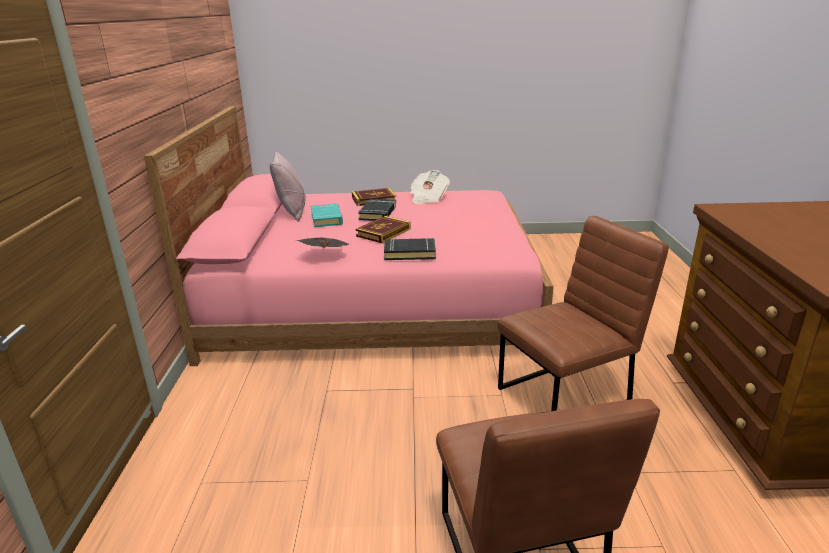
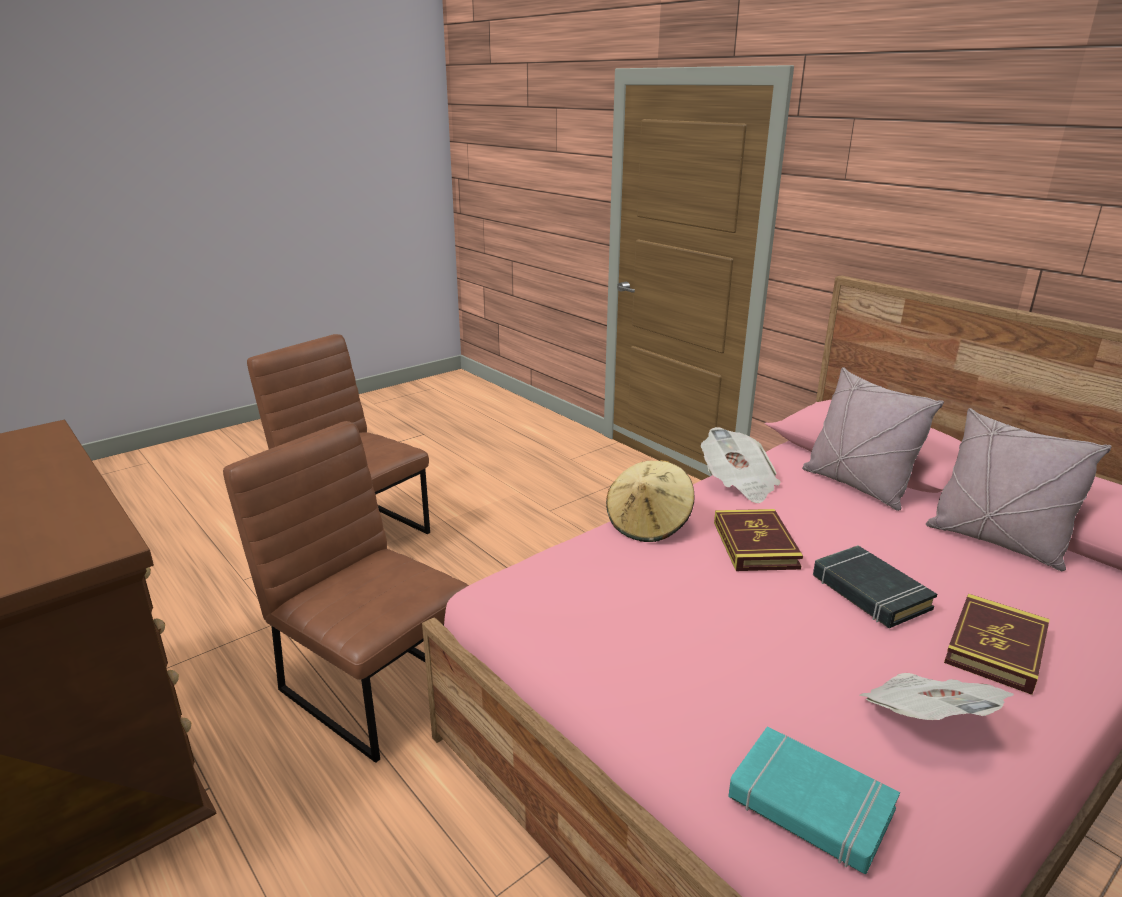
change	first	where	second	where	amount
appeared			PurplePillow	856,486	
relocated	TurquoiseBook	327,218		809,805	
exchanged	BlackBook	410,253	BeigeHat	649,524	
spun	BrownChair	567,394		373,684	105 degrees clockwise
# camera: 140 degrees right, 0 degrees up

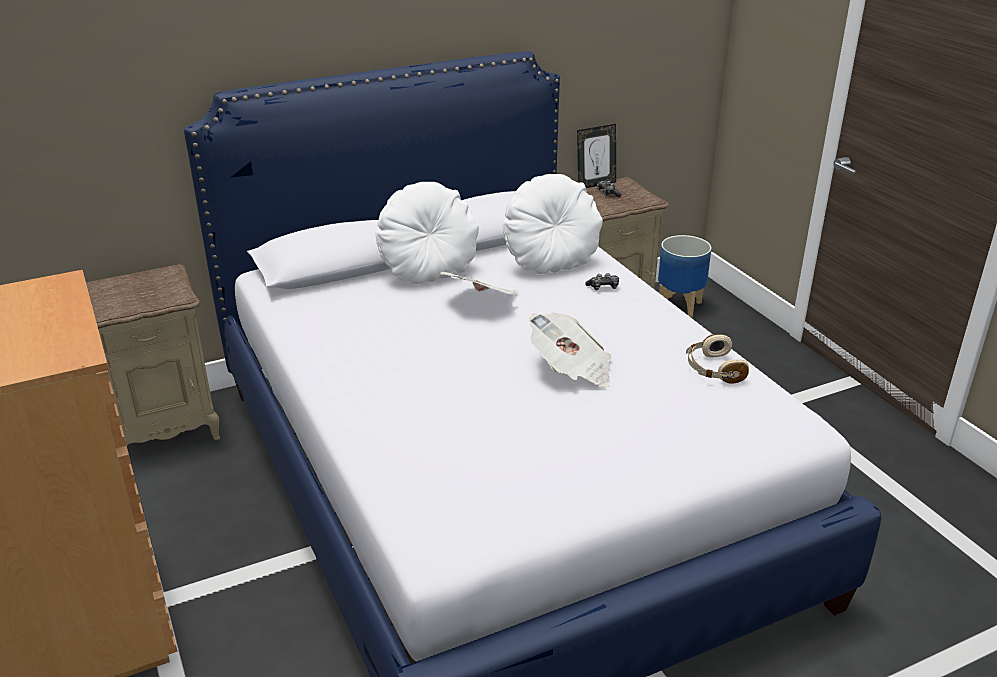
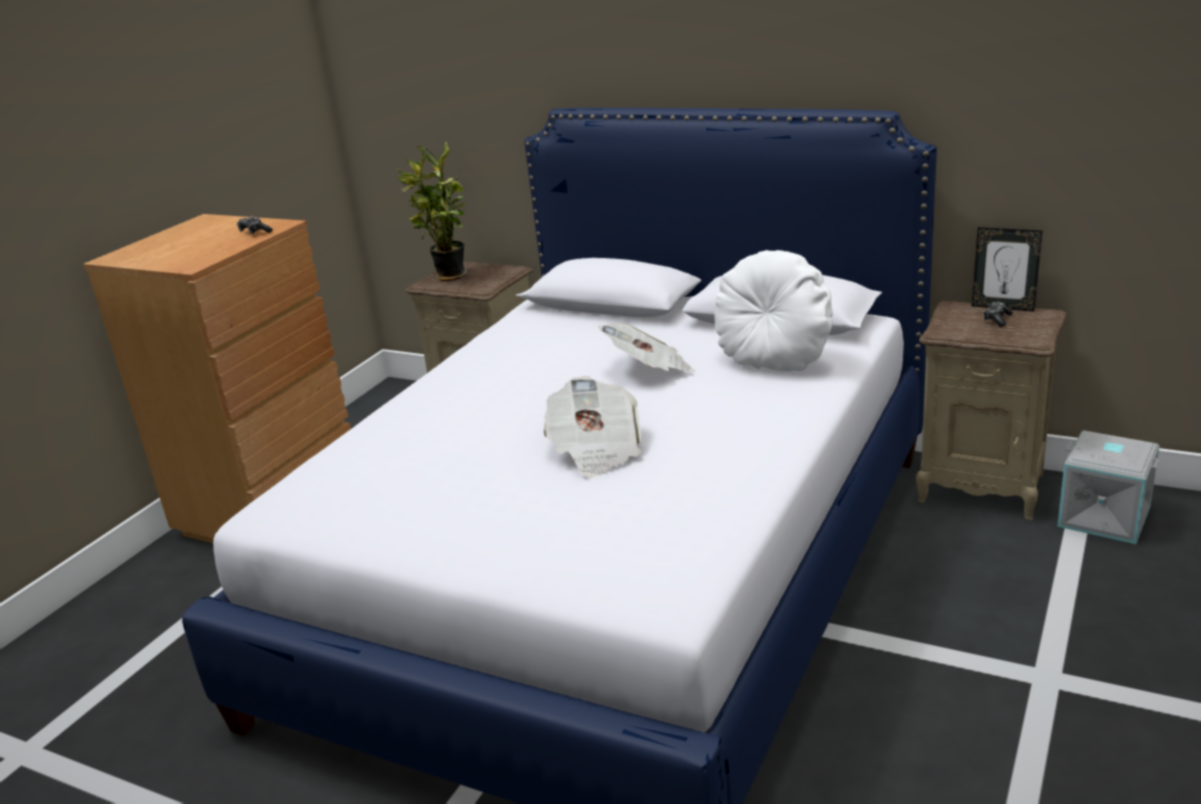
change	first	where	second	where	amount
missing	WhitePillow	429,274			
missing	BeigeHeadphones	713,369			
appeared			PottedPlant	448,277	
relocated	GameController	603,287		254,232	
exchanged	Planter	679,305	GreyStorageBox	1105,516	
# camera: 55 degrees right, 5 degrees down

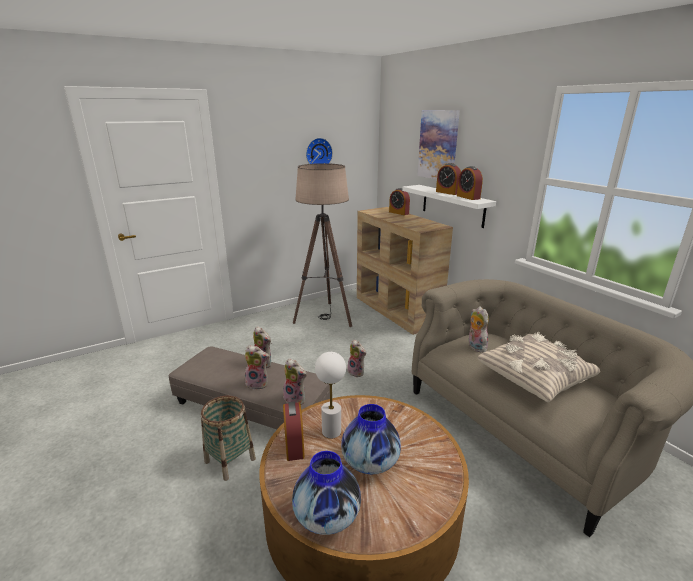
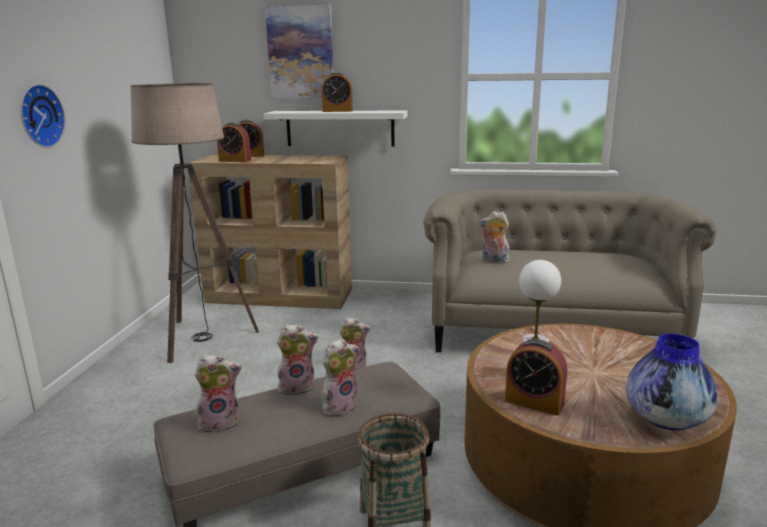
change	first	where	second	where	amount
missing	Vase	370,462			
missing	BeigePillow	534,379			
relocated	PlushToy	296,399		220,422	
relocated	WallClock	318,153		39,116	
relocated	AlarmClock	468,197		235,160	
# camera: 50 degrees left, 5 degrees down

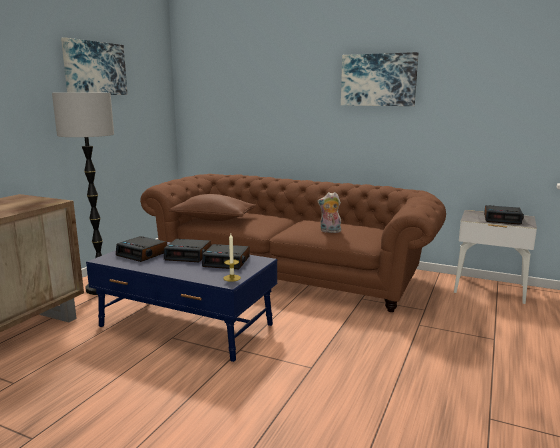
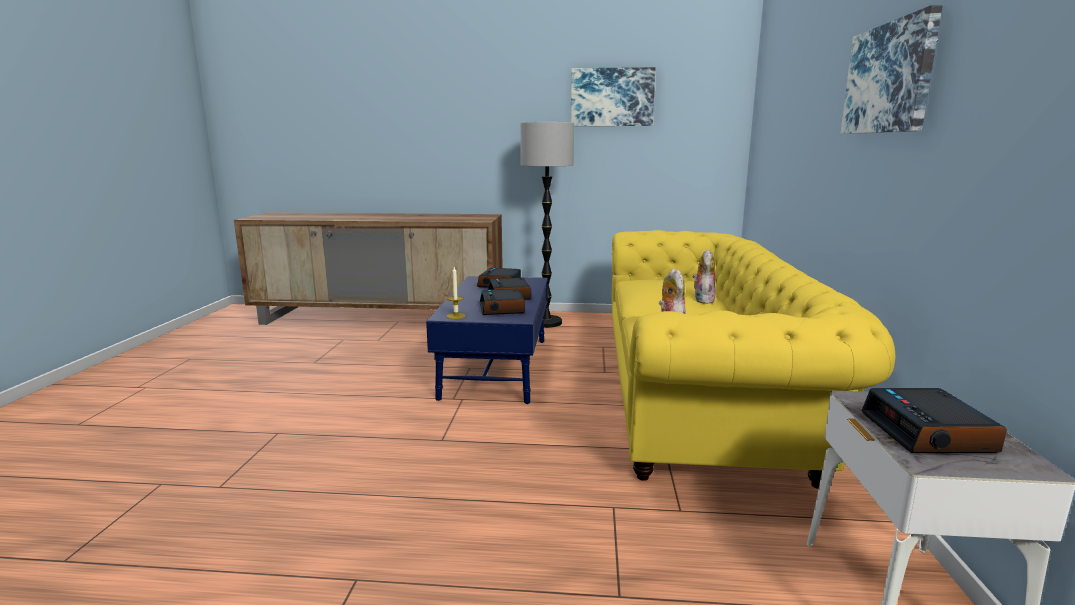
change	first	where	second	where	amount
missing	BrownPillow	213,219			
appeared			PlushToy	702,300	
colour	BrownSofa	291,271	YellowSofa	702,389	
# camera: 70 degrees right, 0 degrees up

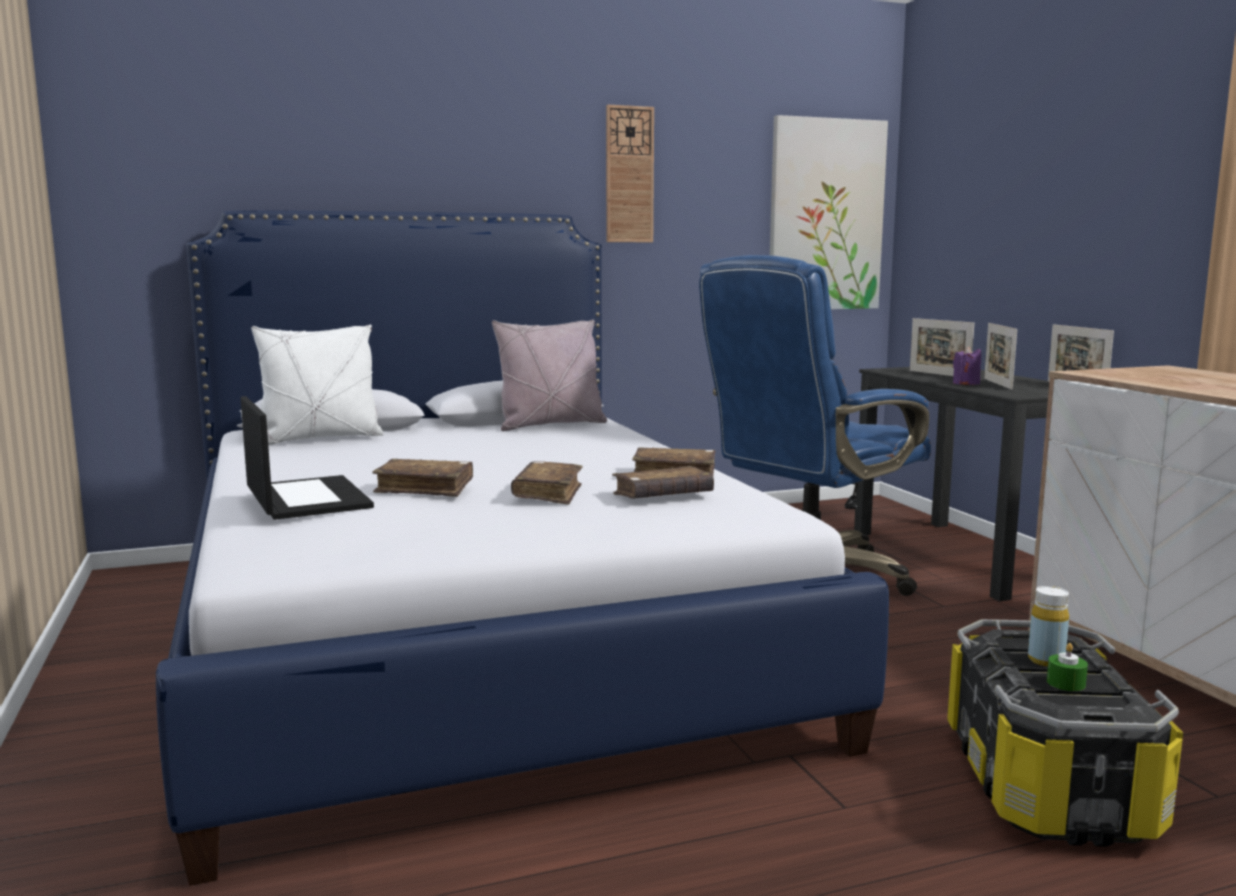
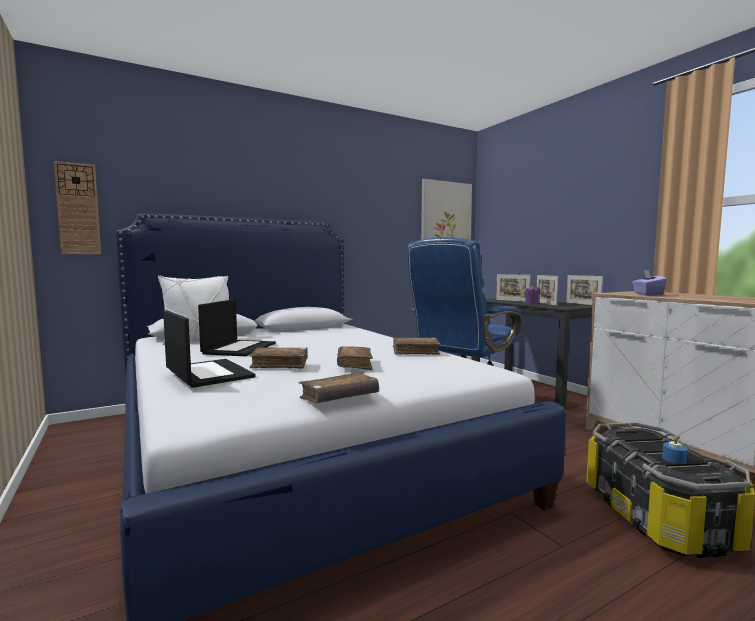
change	first	where	second	where	amount
missing	PurplePillow	550,425			
missing	YellowBottle	1046,660			
appeared			Laptop	239,348	
appeared			PurpleTissueBox	647,294	
relocated	WallClock	629,175		78,209	
relocated	BrownBook	663,496		339,398	
colour	GreenCandle	1066,683	BlueCandle	674,459	
# camera: 10 degrees left, 5 degrees down

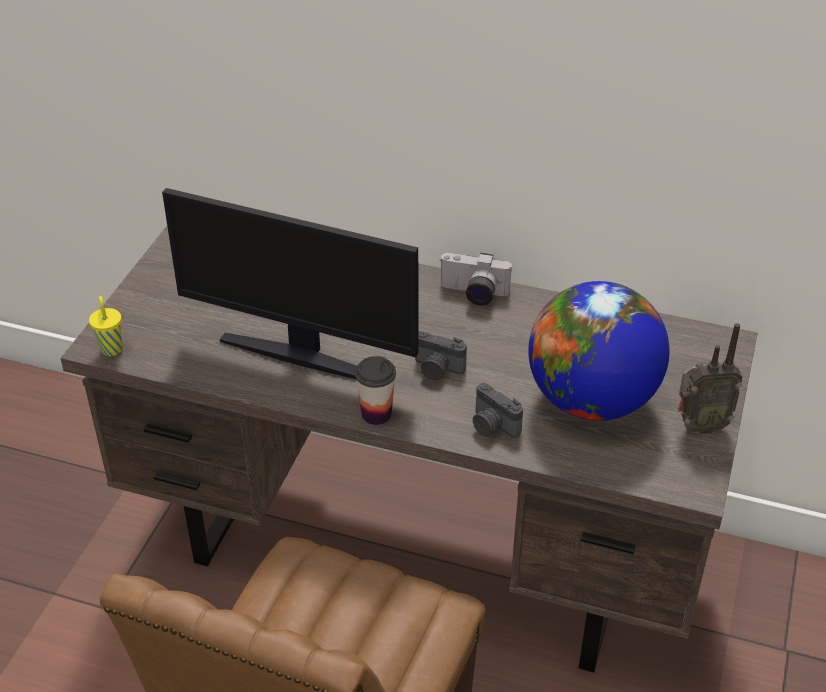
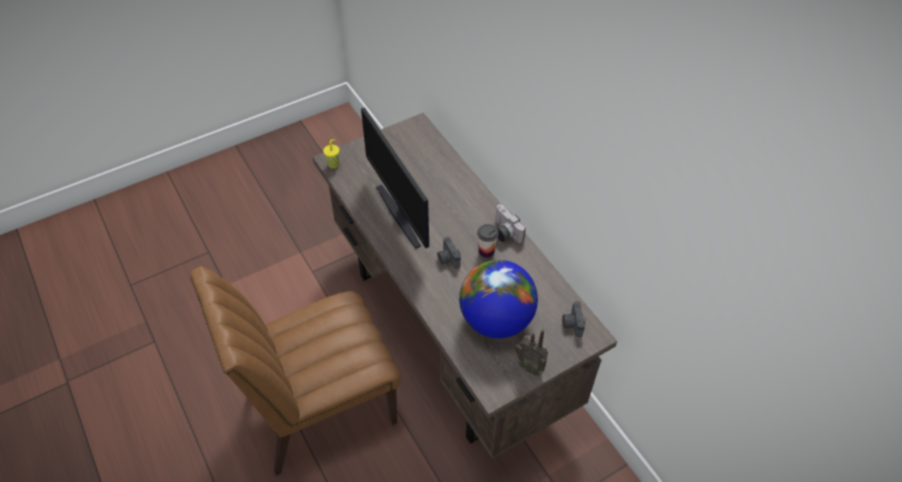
change	first	where	second	where	amount
relocated	Cup	376,414		486,251	
relocated	PhotoCamera	492,426		572,324	
# camera: 40 degrees right, 10 degrees up

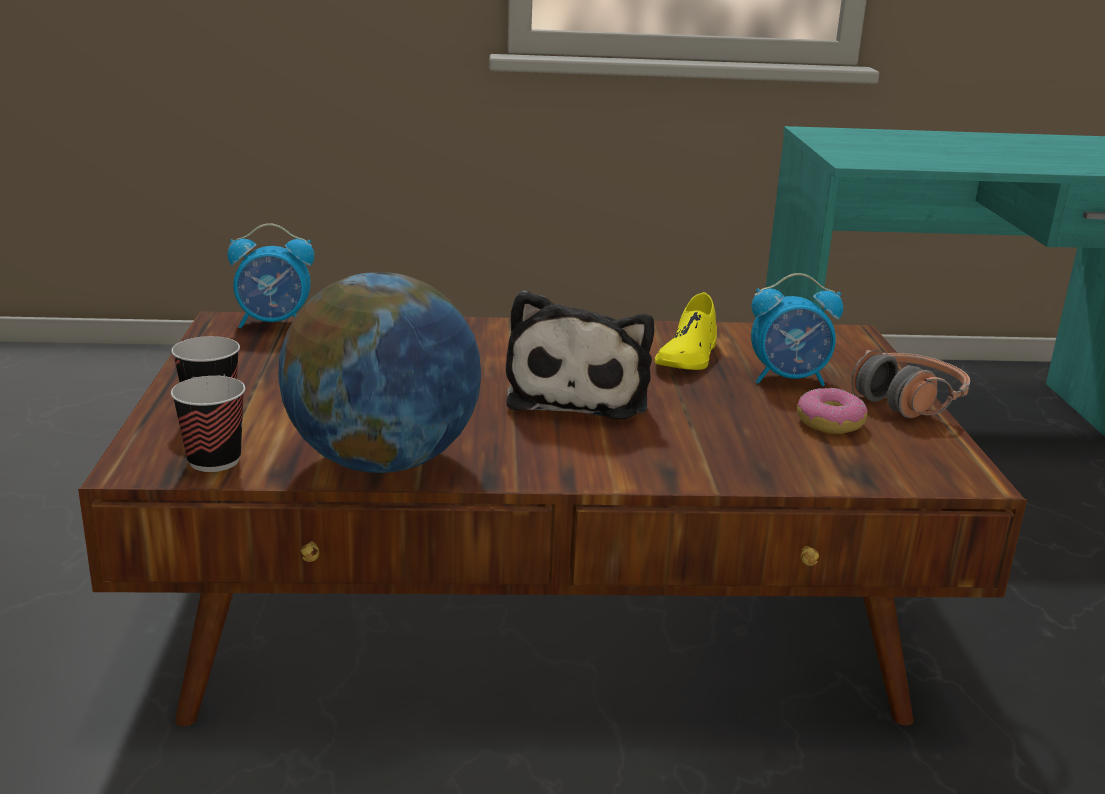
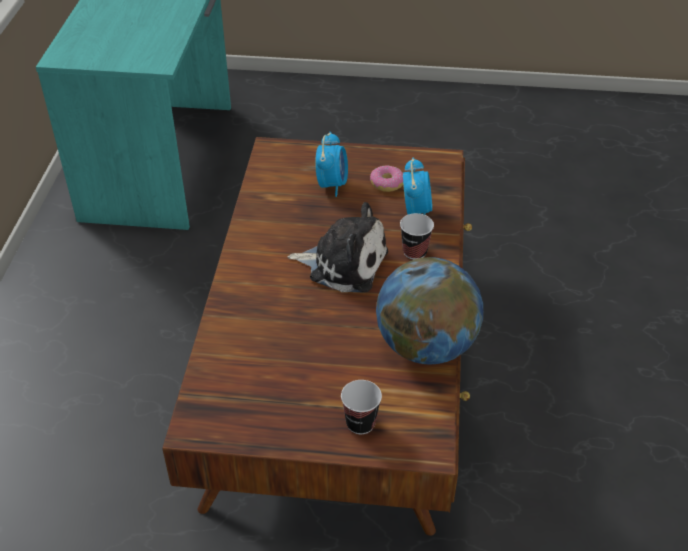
change	first	where	second	where	amount
missing	YellowShoe	688,355			
missing	Headphones	907,400			
relocated	Cup	214,461		414,252	
relocated	AlarmClock	274,323		416,211	
# camera: 80 degrees left, 20 degrees up

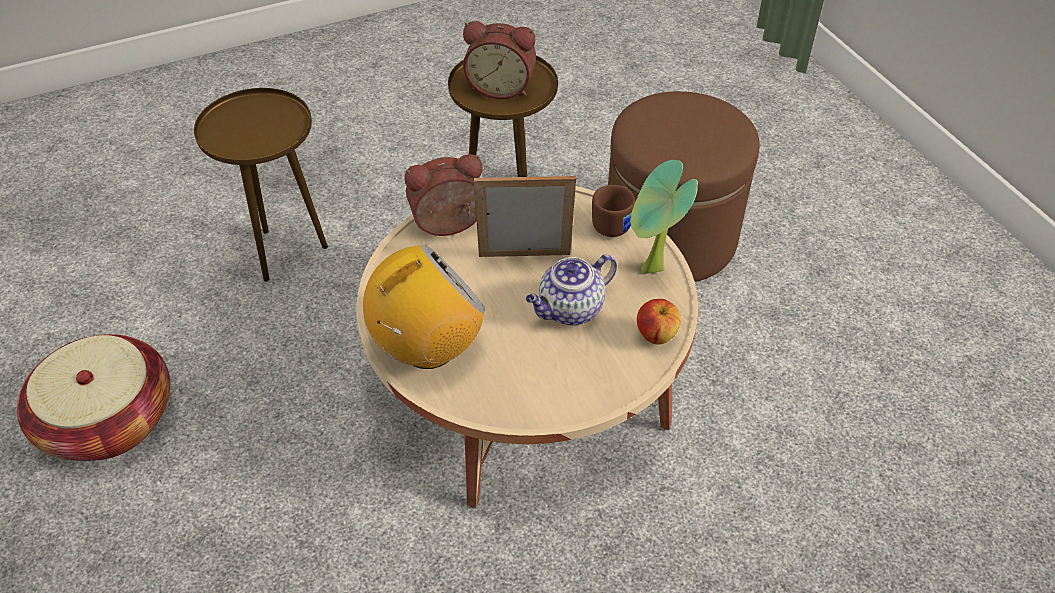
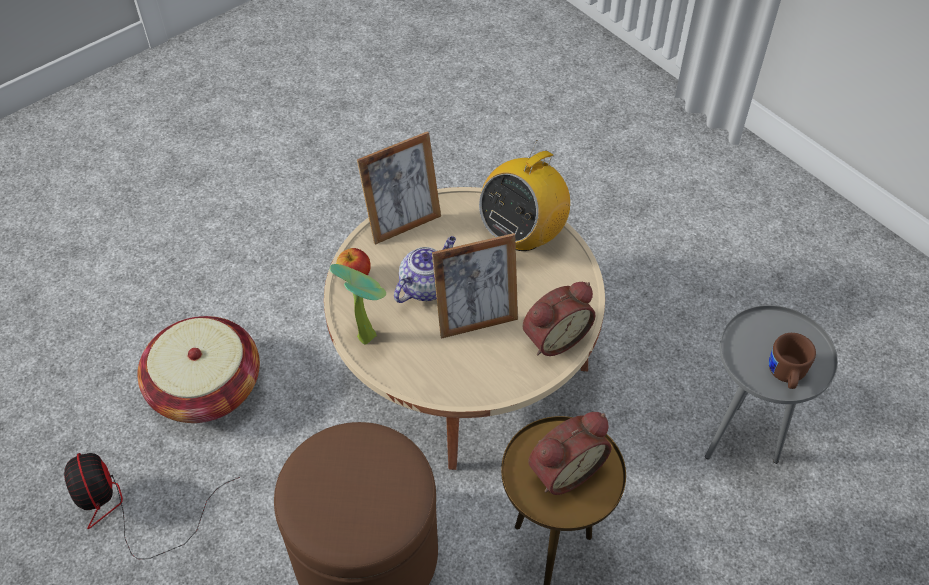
change	first	where	second	where	amount
appeared			Fan	127,509	
appeared			PictureFrame	403,223	
relocated	Basket	109,420		206,387	
relocated	BrownMug	614,222		785,375	
colour	BrownSideTable	286,252	GreySideTable	739,441	
spun	AlarmClock	501,87		563,469	150 degrees clockwise
# camera: 165 degrees right, 5 degrees up

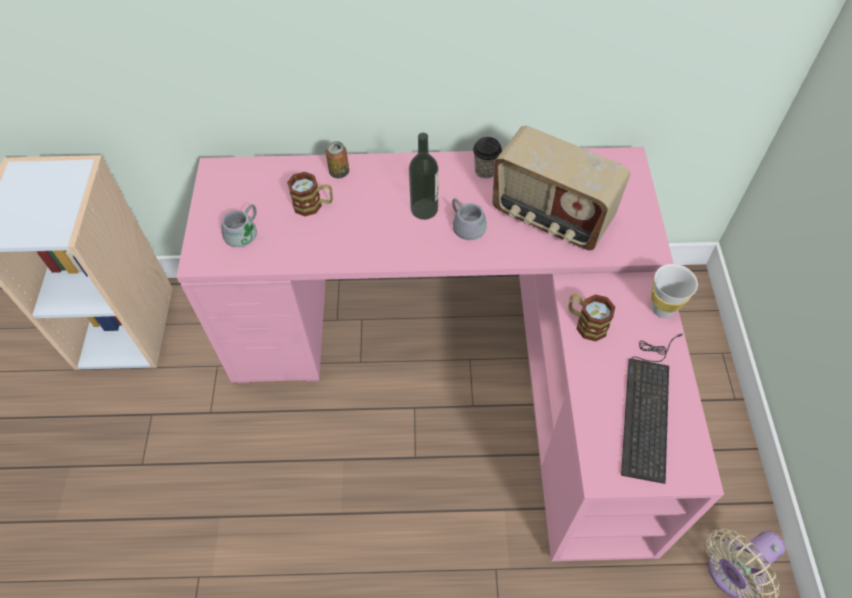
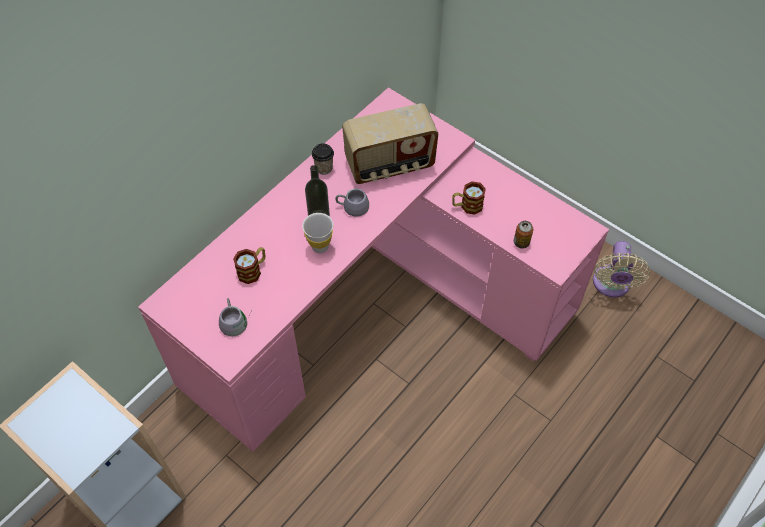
change	first	where	second	where	amount
missing	Keyboard	648,404			
relocated	Can	339,172		521,242	
relocated	WhiteCup	662,309		320,246	
# camera: 50 degrees left, 0 degrees up

